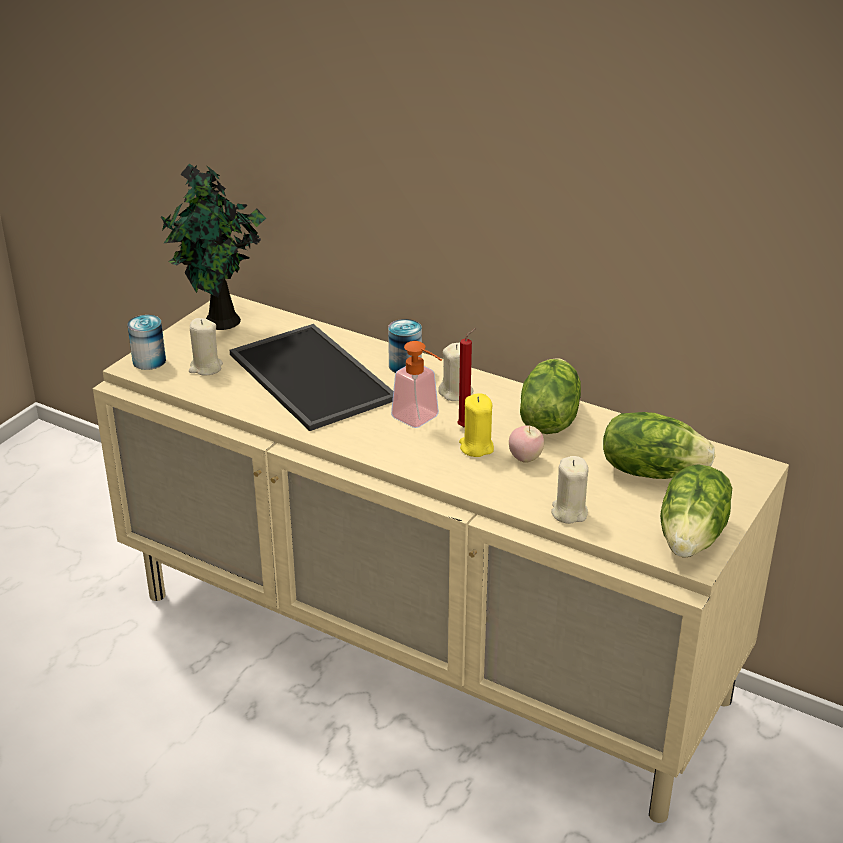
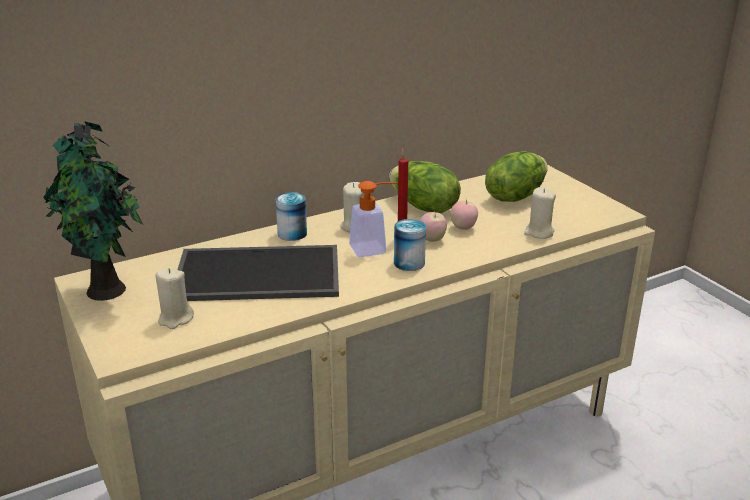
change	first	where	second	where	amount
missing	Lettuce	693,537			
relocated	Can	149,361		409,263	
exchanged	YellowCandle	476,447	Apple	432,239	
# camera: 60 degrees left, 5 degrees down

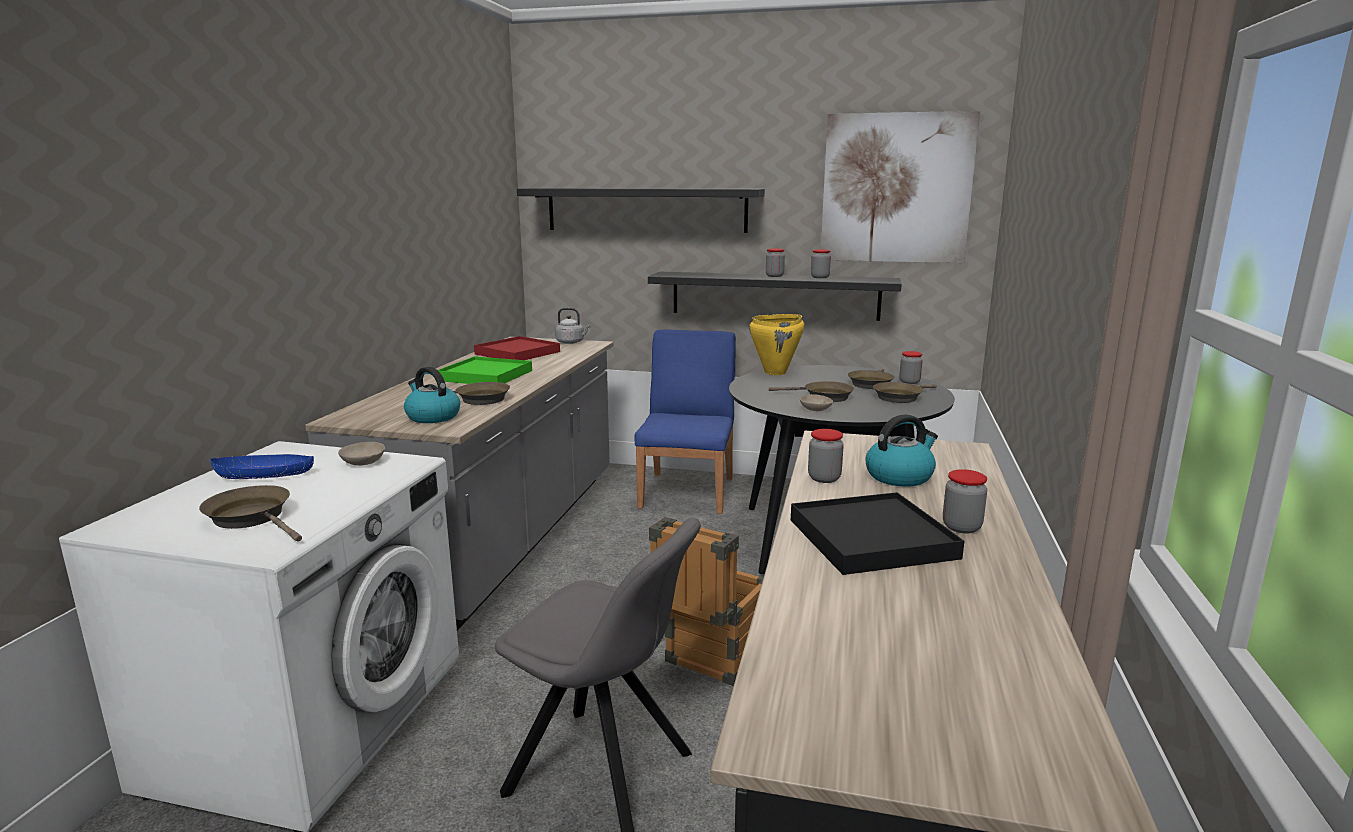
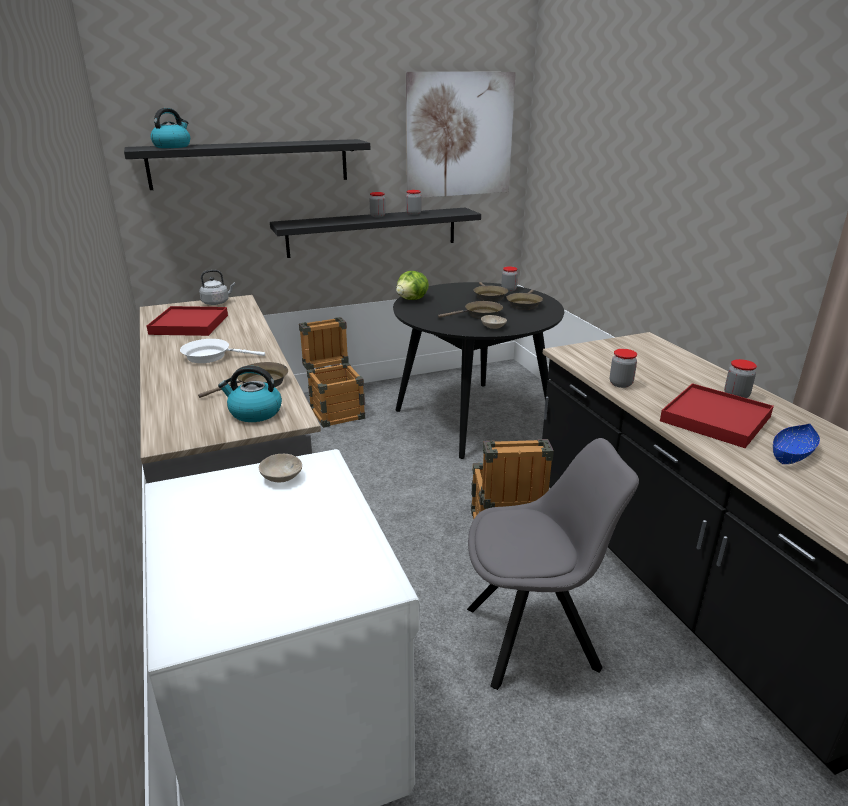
change	first	where	second	where	amount
missing	BrownFryingPan	253,518			
relocated	BlueBowl	265,476		792,452	
relocated	Kettle	899,476		172,146	
exchanged	GreenTray	485,375	WhiteFryingPan	211,356	
exchanged	BlueChair	687,492	Crate	335,410	
exchanged	YellowCookingPot	775,372	Lettuce	412,299	
colour	BlackTray	871,539	RedTray	715,419	
# camera: 35 degrees left, 10 degrees up

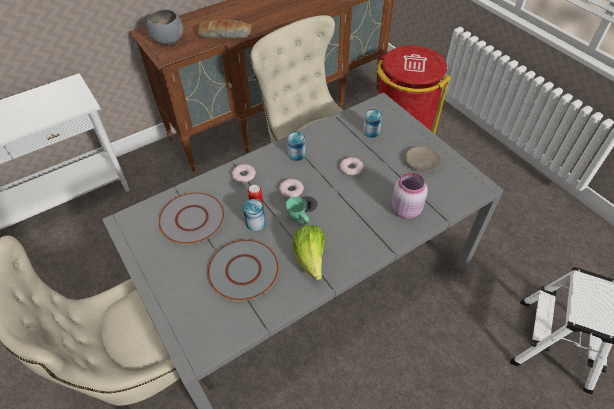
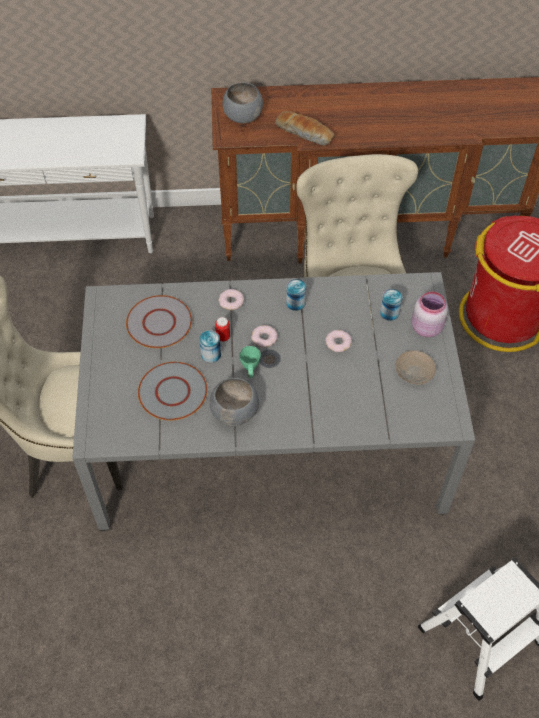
change	first	where	second	where	amount
relocated	PinkJar	404,209		426,327	
exchanged	Lettuce	310,259	GreyBowl	235,411	
# camera: 30 degrees right, 5 degrees up

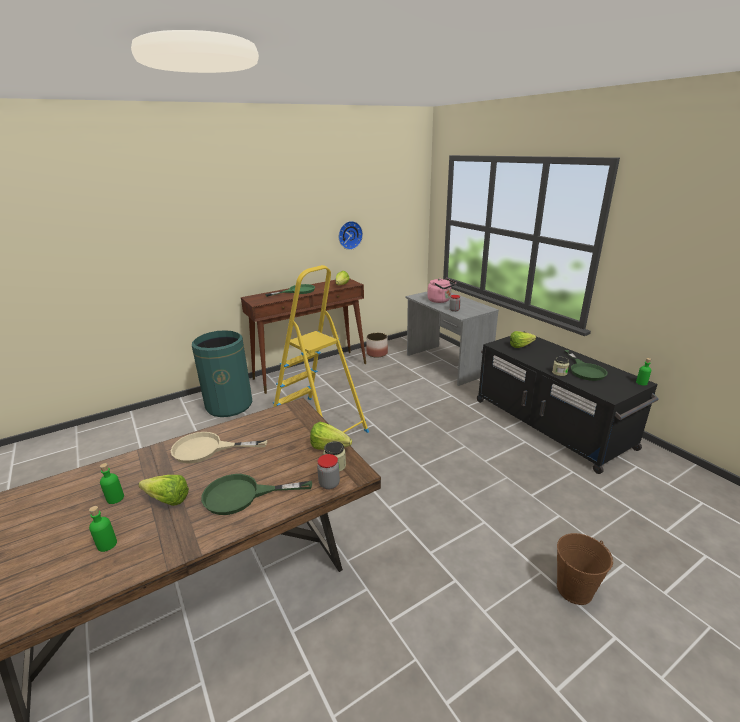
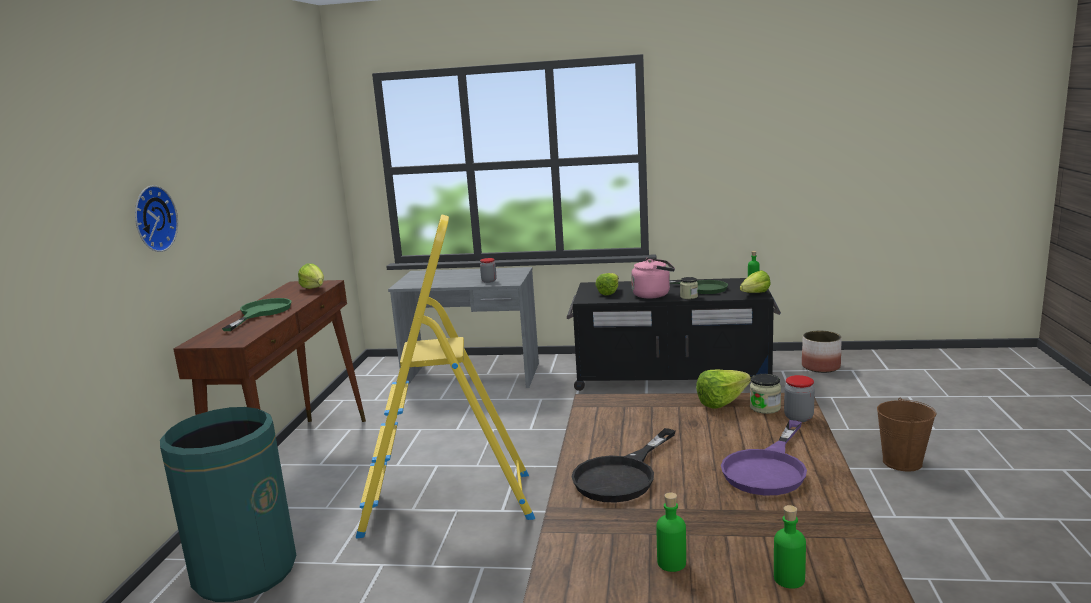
change	first	where	second	where	amount
relocated	Lettuce	165,498		752,294	
relocated	WallClock	349,235		152,219	
relocated	Planter	377,353		821,367	
relocated	PinkKettle	440,300		653,294	
colour	BeigeFryingPan	206,449	BlackFryingPan	622,475	
colour	GreenFryingPan	242,495	PurpleFryingPan	768,468	
# camera: 50 degrees left, 10 degrees down

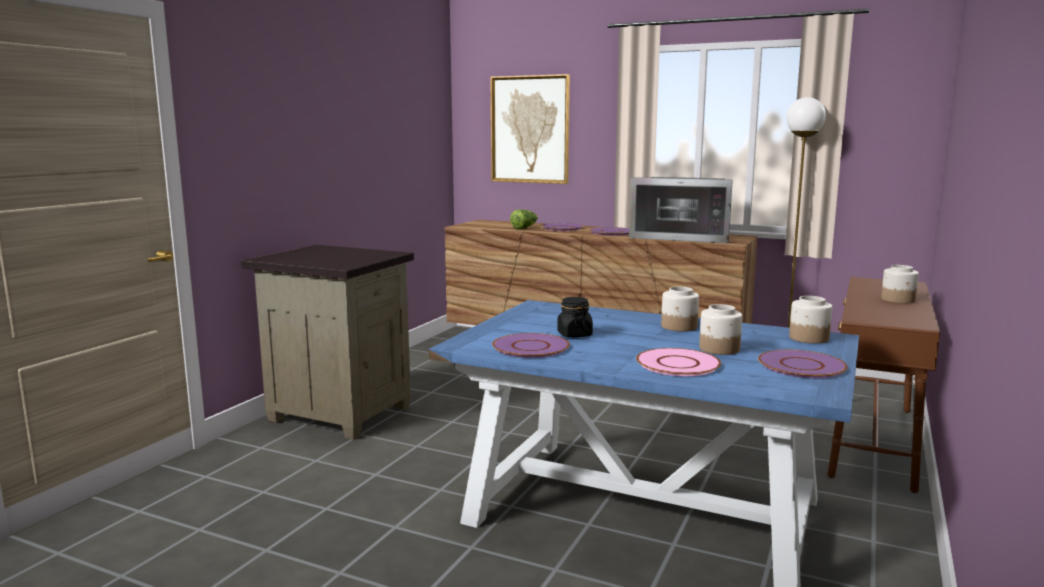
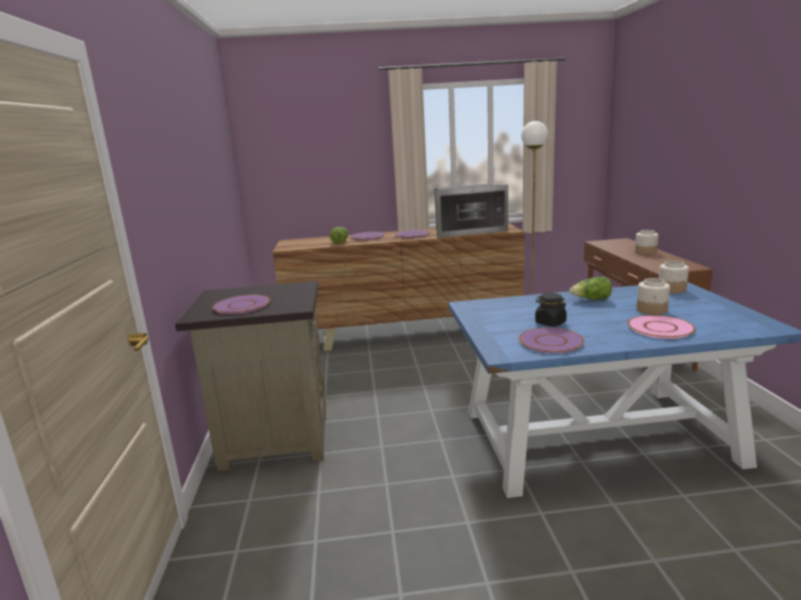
change	first	where	second	where	amount
missing	Picture	530,129			
relocated	PurplePlate	801,366		241,306	
exchanged	Jar	679,327	Lettuce	591,299	
# camera: 30 degrees left, 5 degrees up

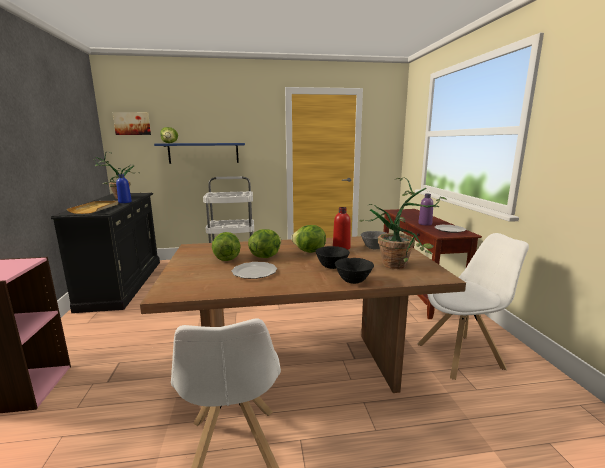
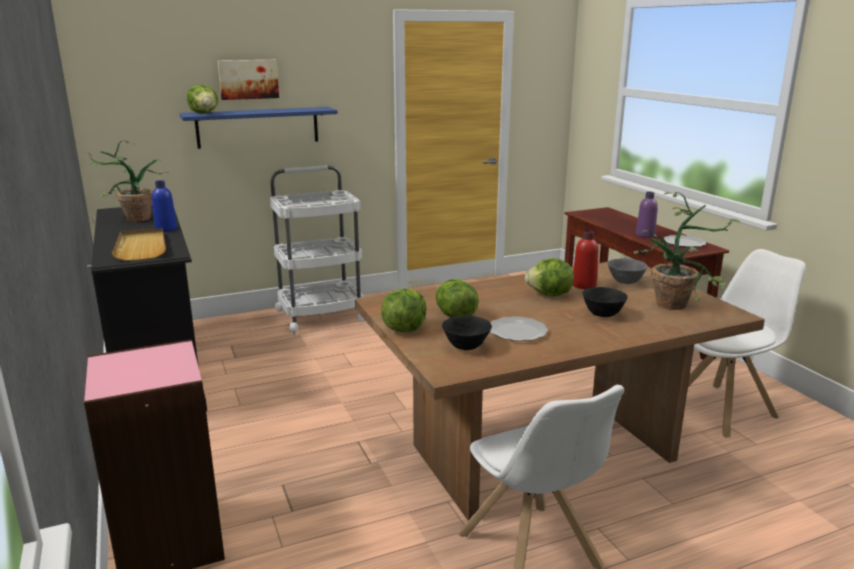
change	first	where	second	where	amount
relocated	Picture	132,123		248,79	
relocated	Lettuce	265,256		404,329	
relocated	BlackBowl	353,281		466,347	
# camera: 15 degrees left, 5 degrees up

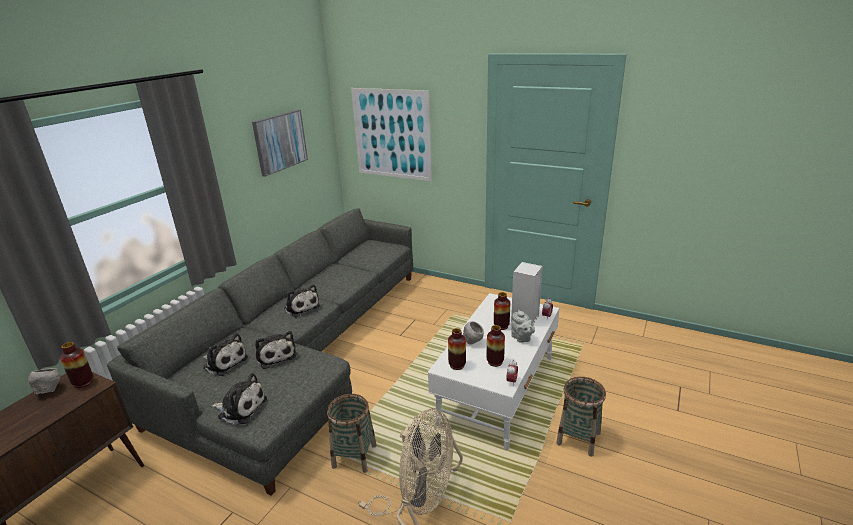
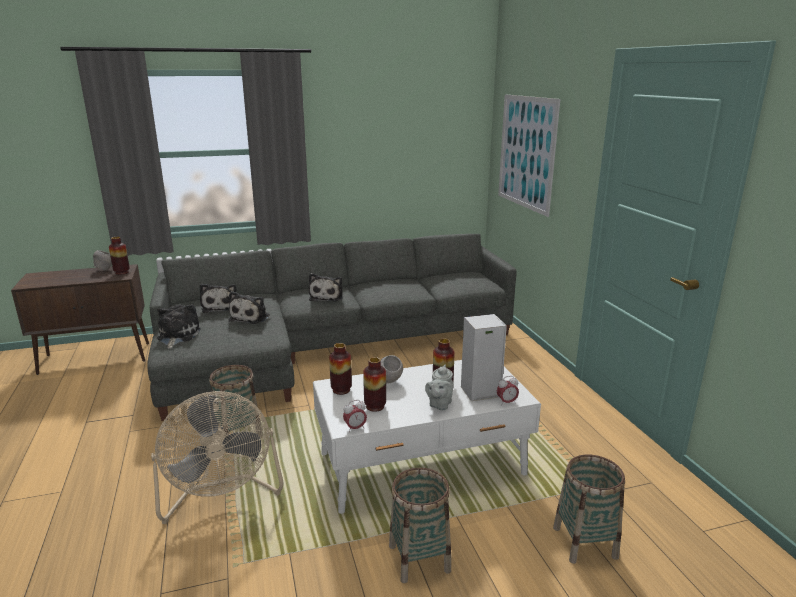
change	first	where	second	where	amount
missing	Picture	280,142			
appeared			Basket	584,542	
spun	PlushToy	240,408		177,336	150 degrees counterclockwise
# camera: 45 degrees right, 5 degrees down

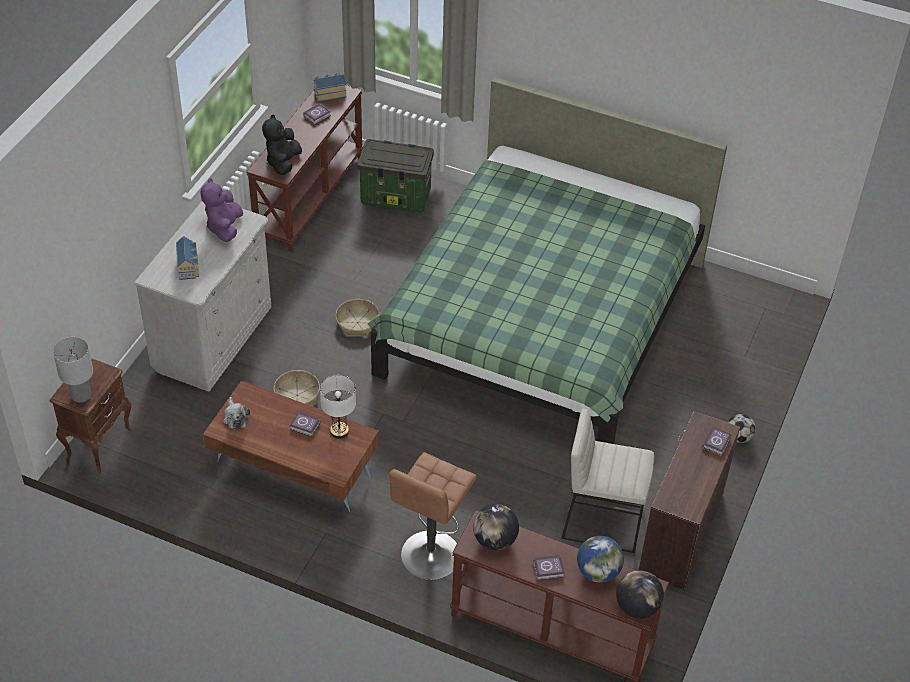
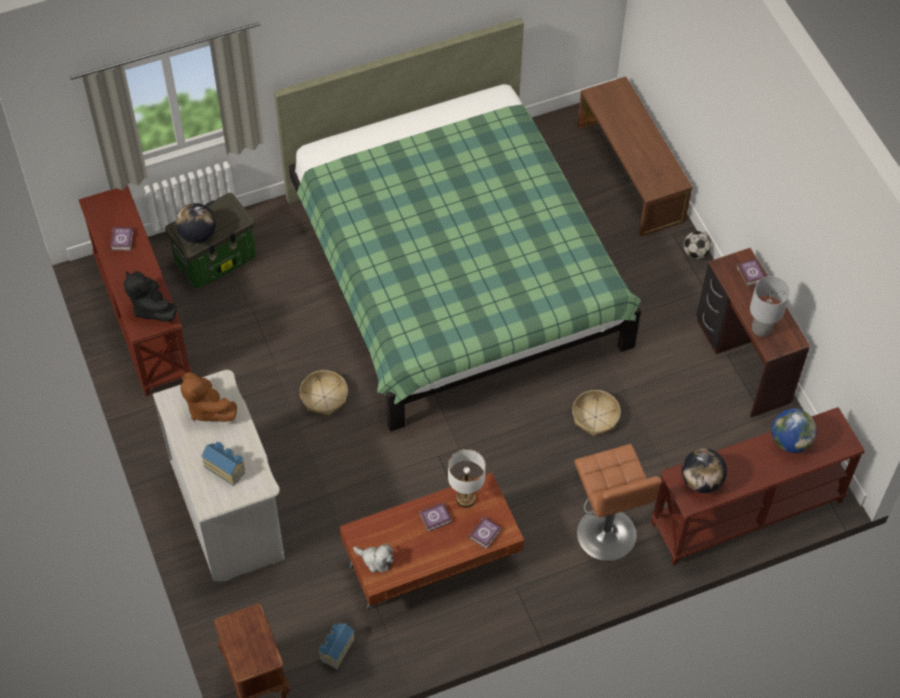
change	first	where	second	where	amount
missing	BeigeStool	602,522			
appeared			BrownBench	632,173	
relocated	GreyTableLamp	81,397		761,330	
relocated	Basket	297,395		595,417	
relocated	ToyHouse	329,94		336,649	
relocated	Book	549,570		486,533	
relocated	Globe	637,607		197,234	
colour	PurplePlushToy	224,228	BrownPlushToy	207,408	
# camera: 45 degrees left, 10 degrees up

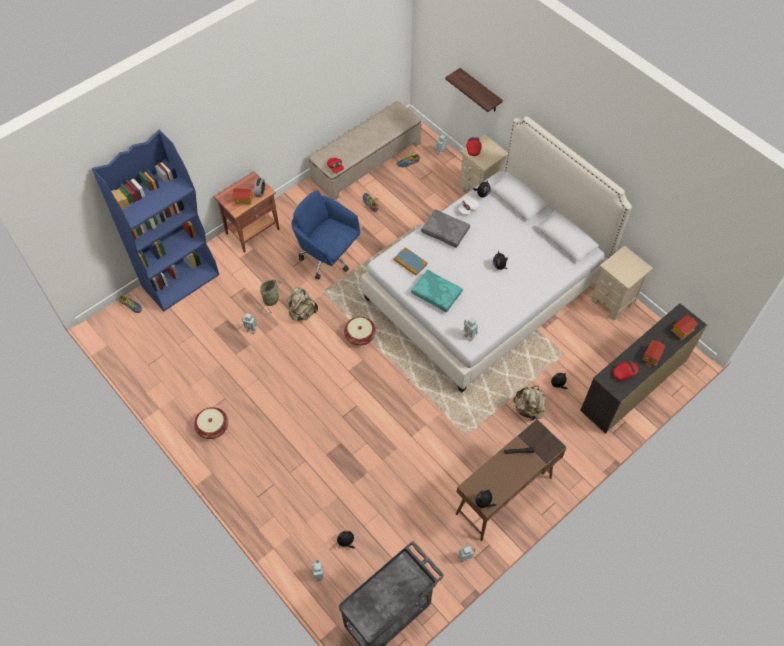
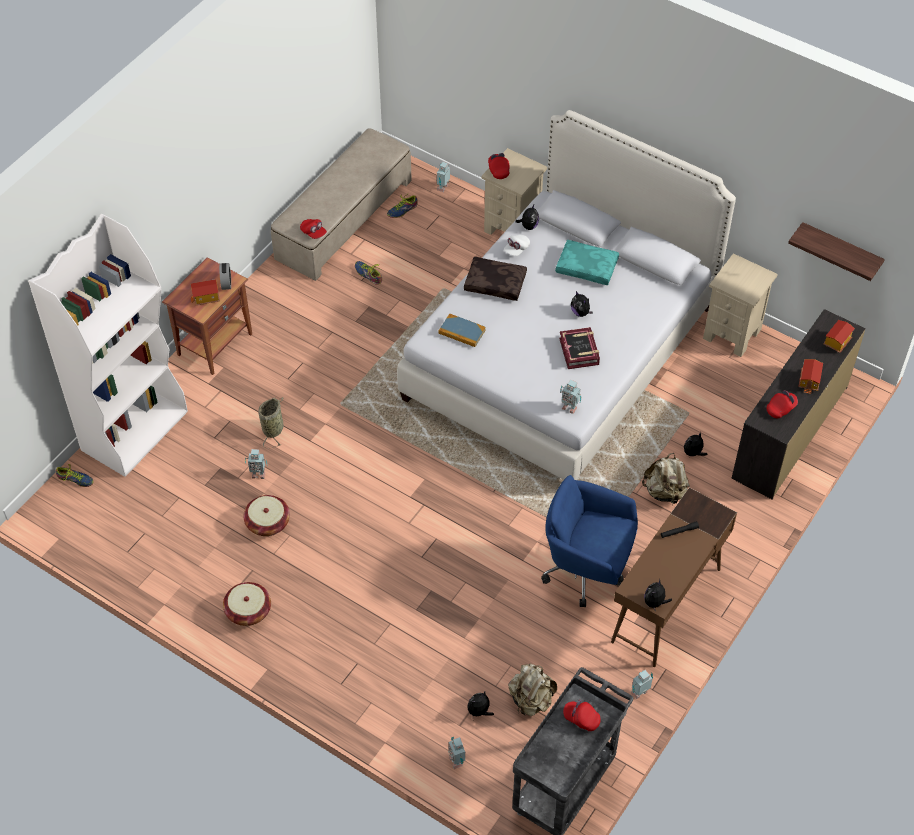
change	first	where	second	where	amount
appeared			Book	579,351	
appeared			RedCap	581,719	
relocated	BeigeBackpack	302,313		531,700	
relocated	BlueOfficeChair	328,260		586,573	
relocated	Basket	360,336		268,523	
relocated	TurquoisePillow	437,293		587,267	
relocated	Shelf	480,91		840,250	
colour	BlueBookcase	181,280	WhiteBookcase	135,430	
colour	GreyPillow	446,231	BrownPillow	496,283	
# camera: 15 degrees left, 5 degrees down

